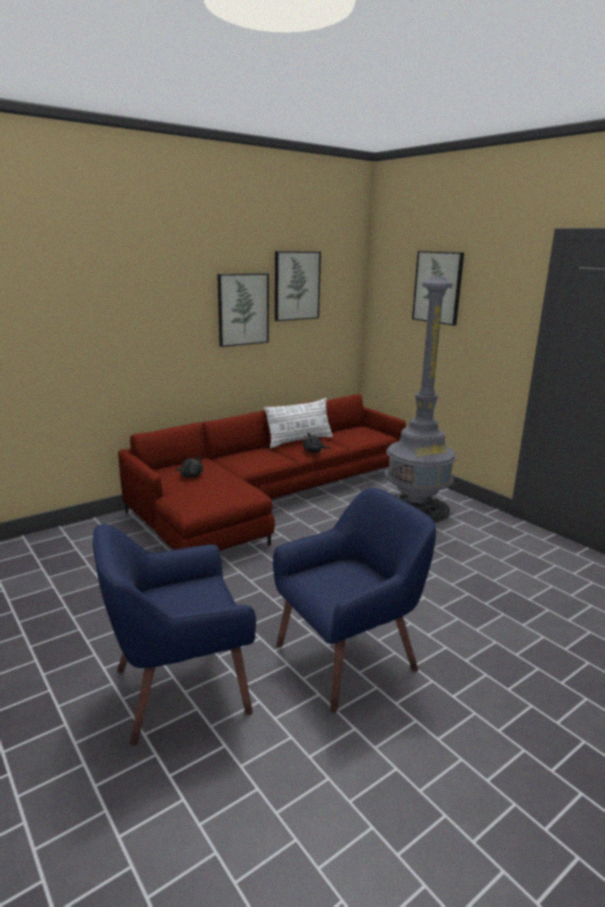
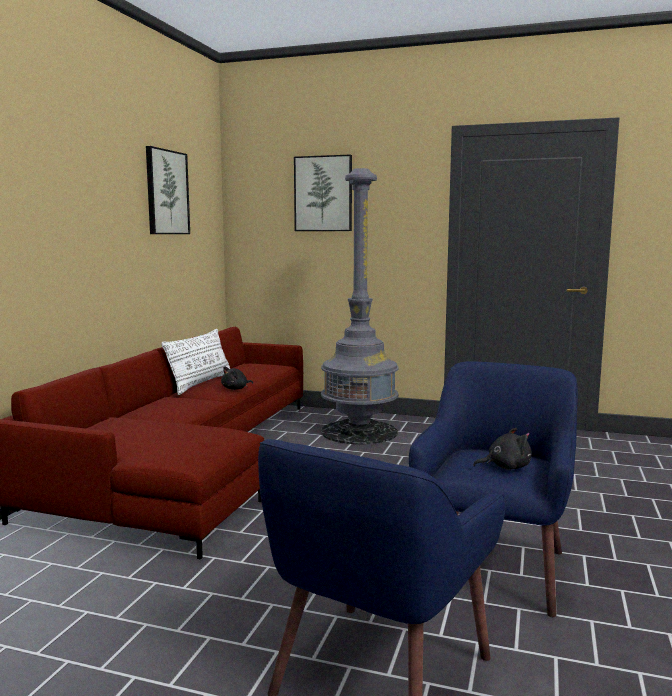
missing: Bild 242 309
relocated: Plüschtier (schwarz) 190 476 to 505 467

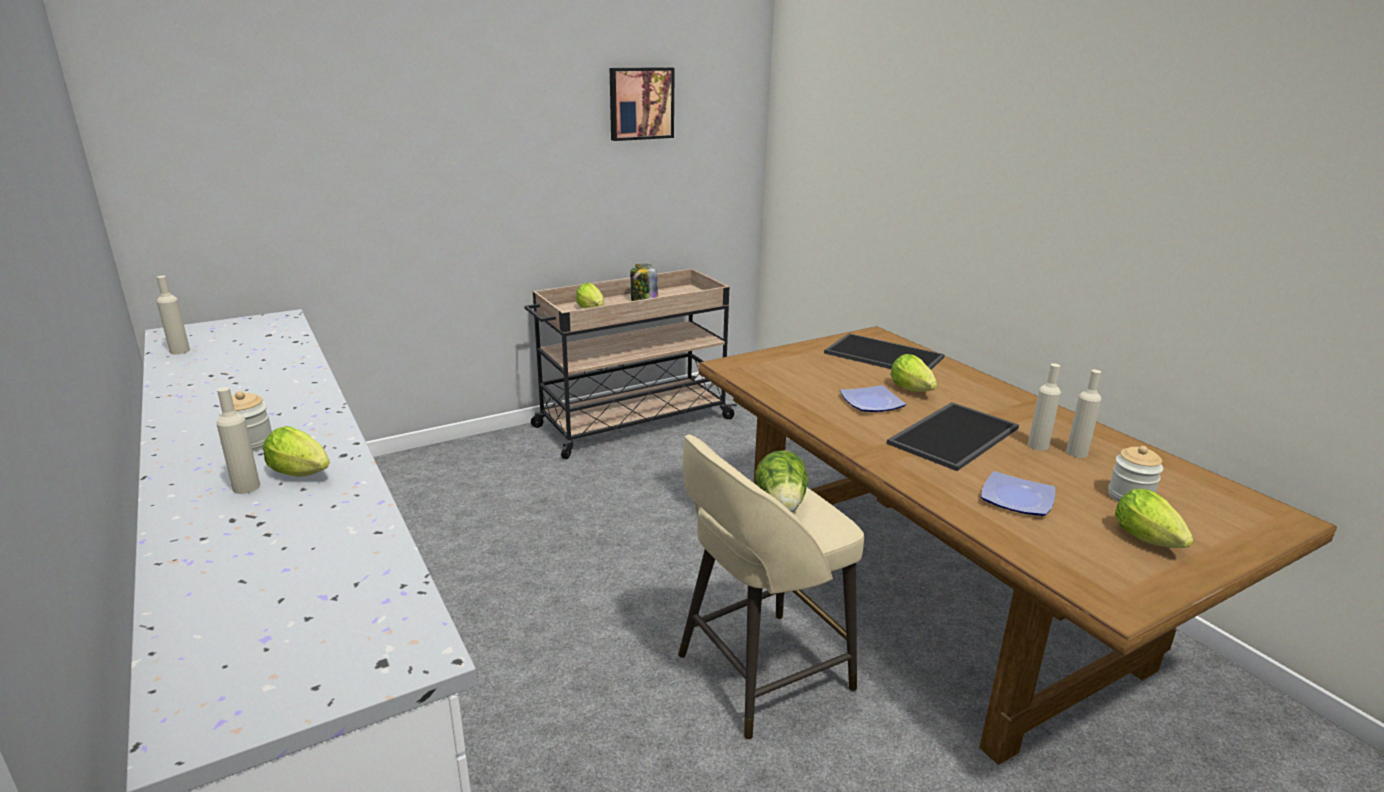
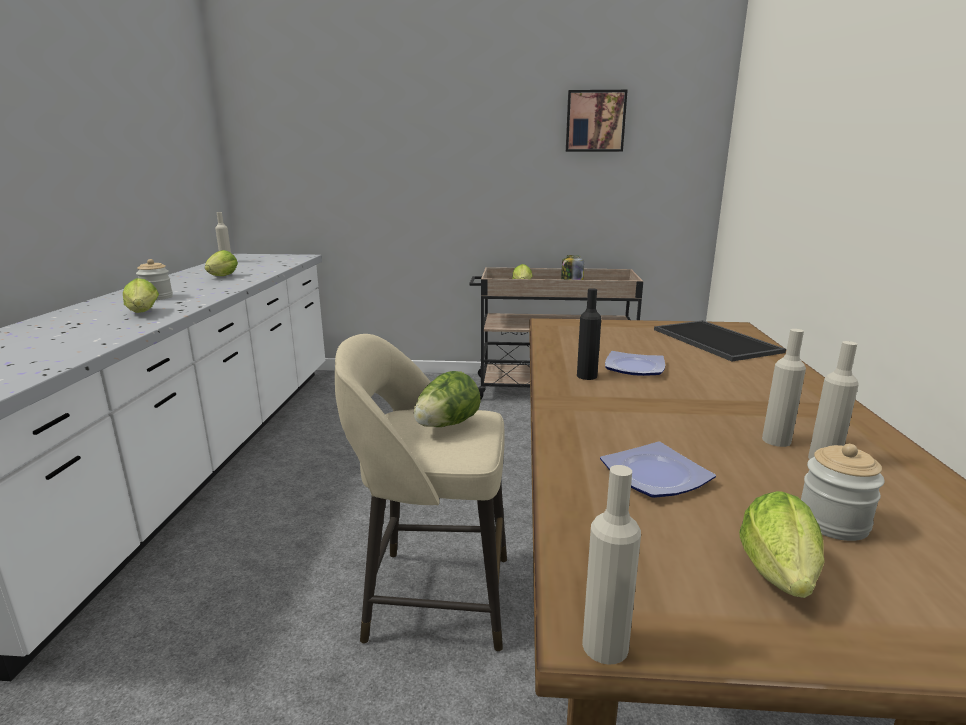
missing: Tablett 952 434
appeared: Flasche (schwarz) 587 376
relocated: Salatkopf 913 391 to 221 277; Flasche (beige) 246 487 to 605 645

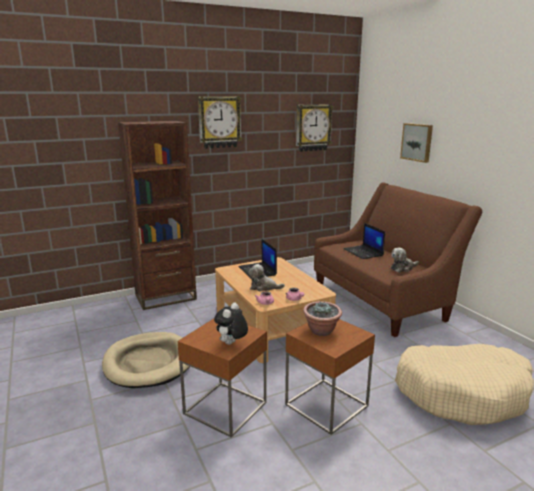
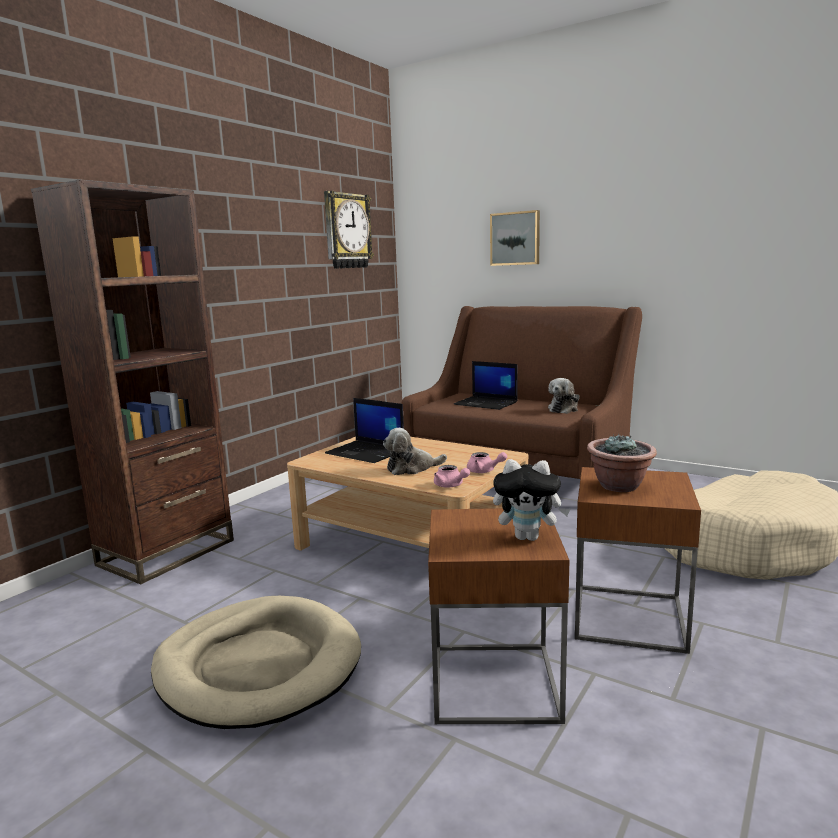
missing: Wanduhr 219 122
spun: Plüschtier 231 344 = 528 537 75 degrees counterclockwise

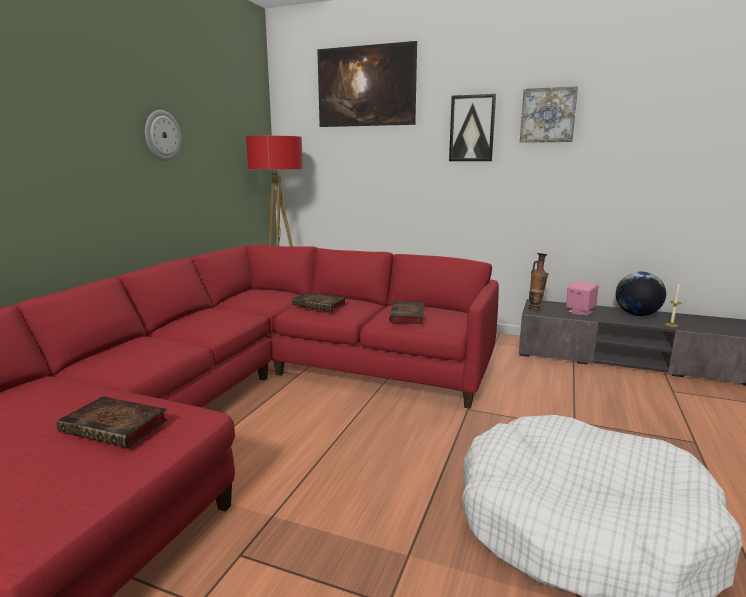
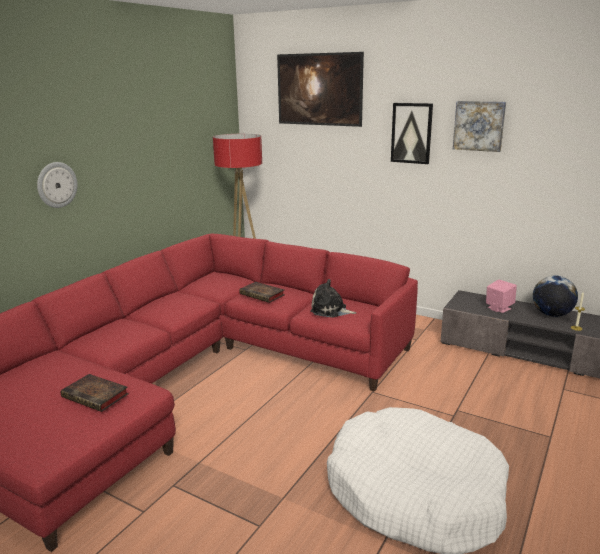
missing: Vase 535 309
relocated: Wanduhr 162 135 to 56 185
exchanged: Buch 408 316 to Plüschtier 330 310

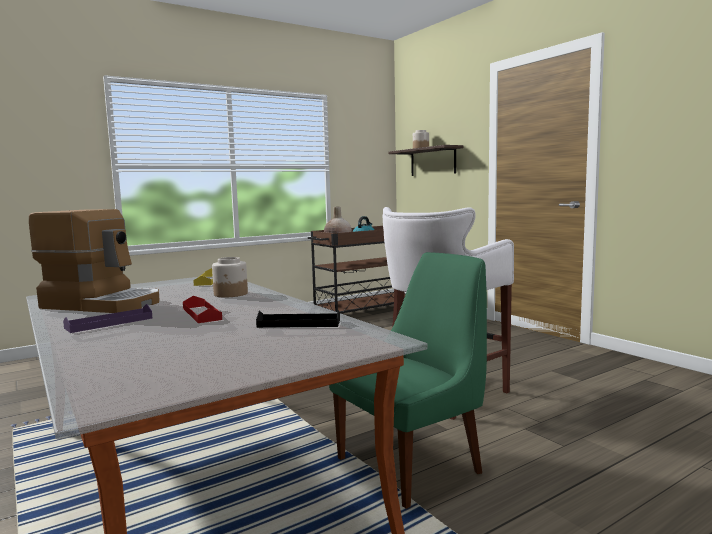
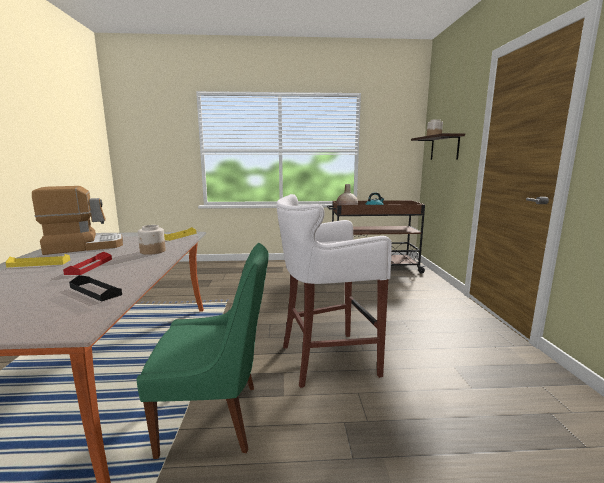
colour: Tablett (lila) 109 323 to Tablett (gelb) 39 263
spun: Kaffeemaschine 103 304 = 84 246 75 degrees counterclockwise

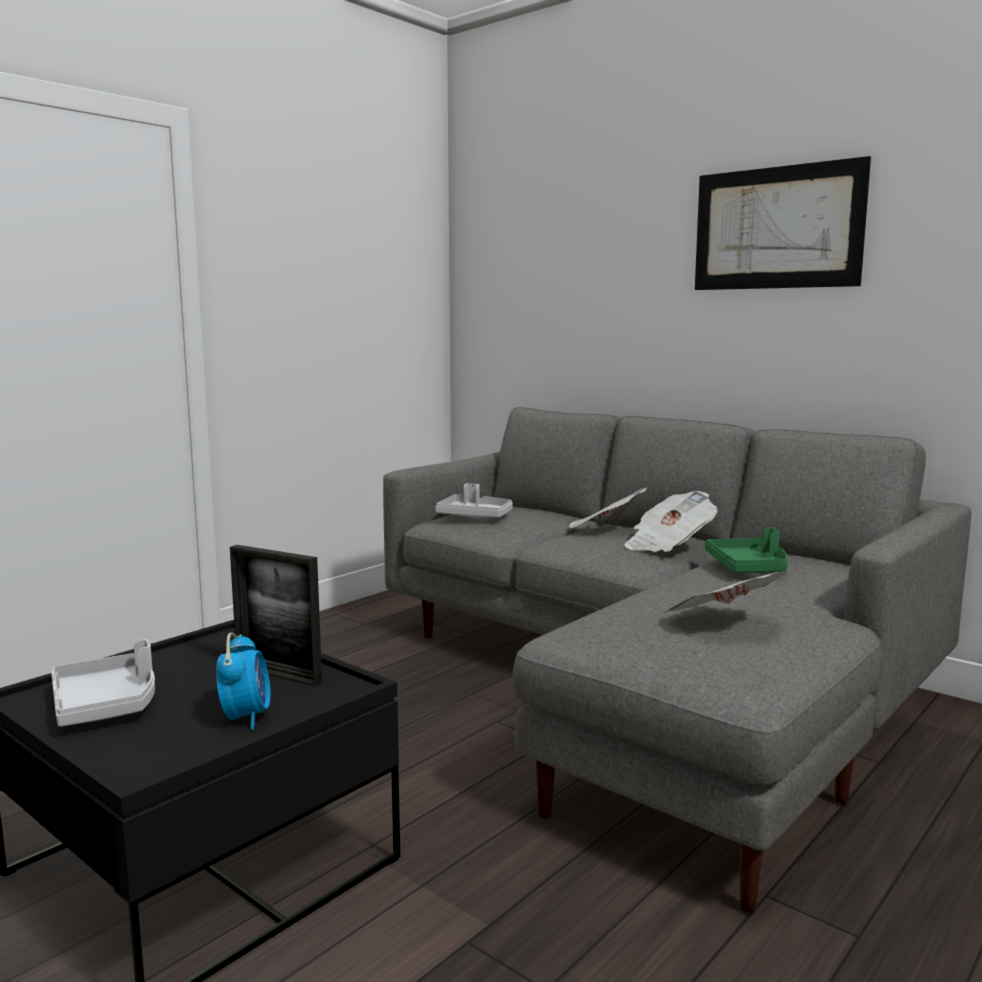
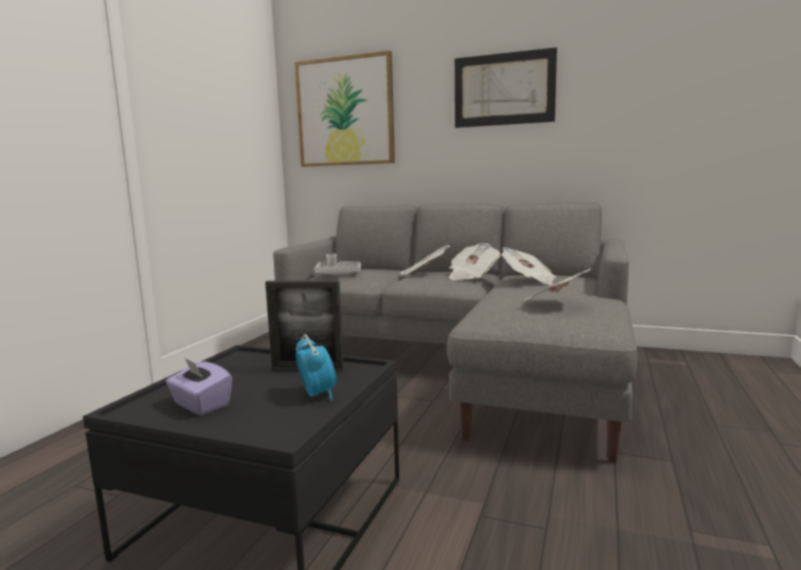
appeared: Bild 345 112
exchanged: Tablett (grau) 107 704 to Taschentuchbox (lila) 200 405; Tablett (grün) 749 567 to Zeitung 529 281

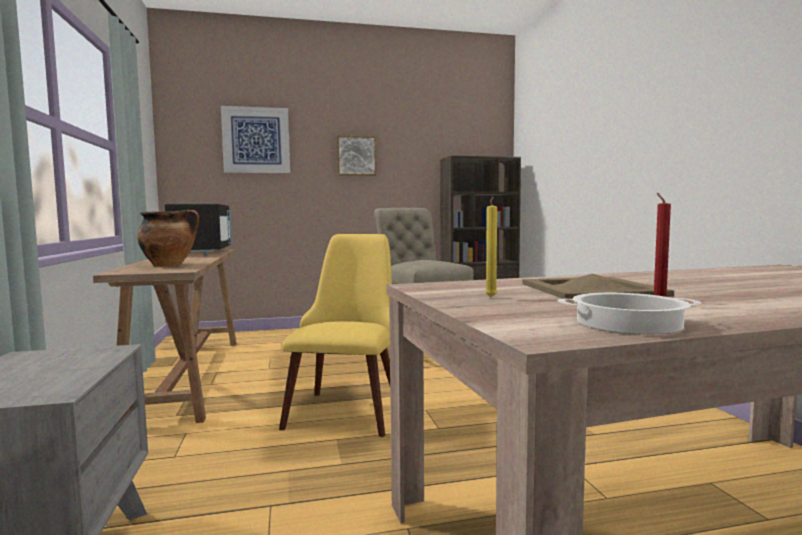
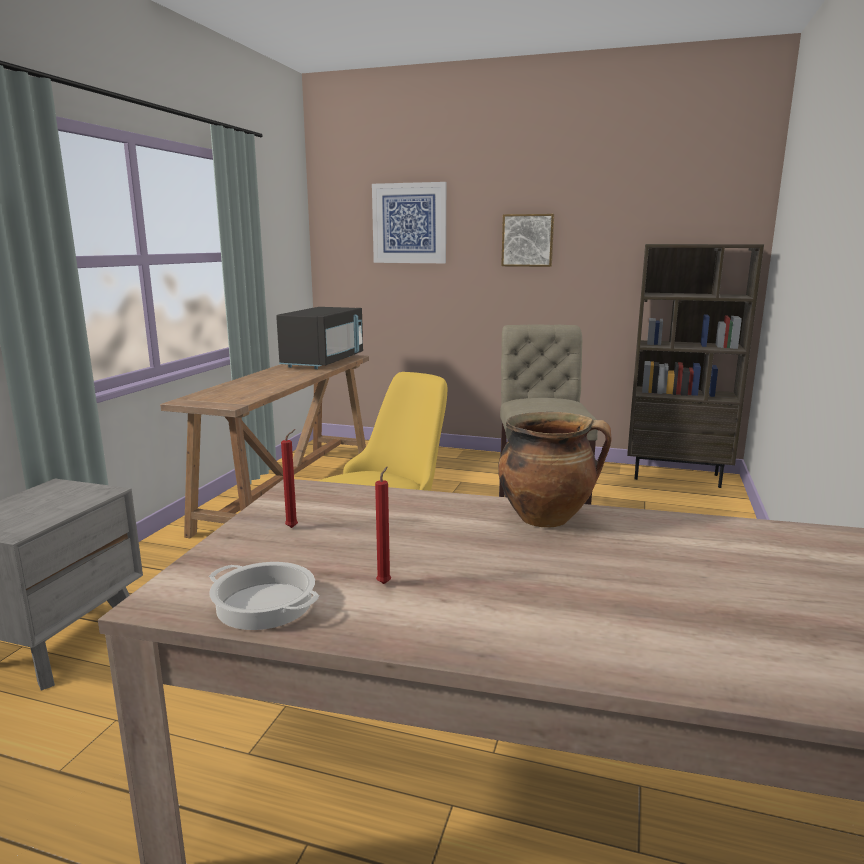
missing: Tablett (beige) 591 289
relocated: Kochtopf 169 265 to 548 518
colour: Kerze (gelb) 491 297 to Kerze (rot) 293 527

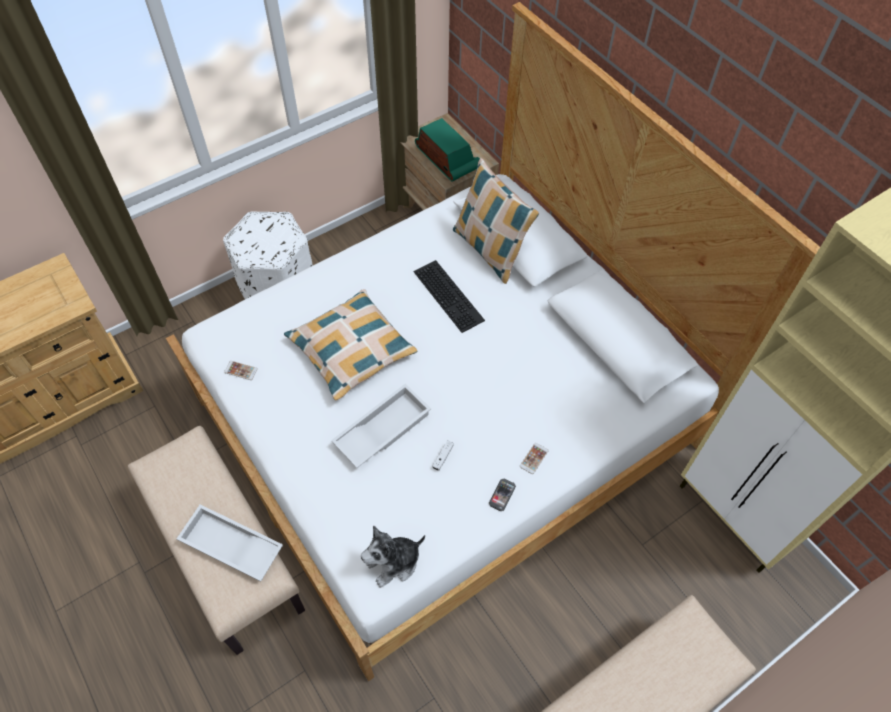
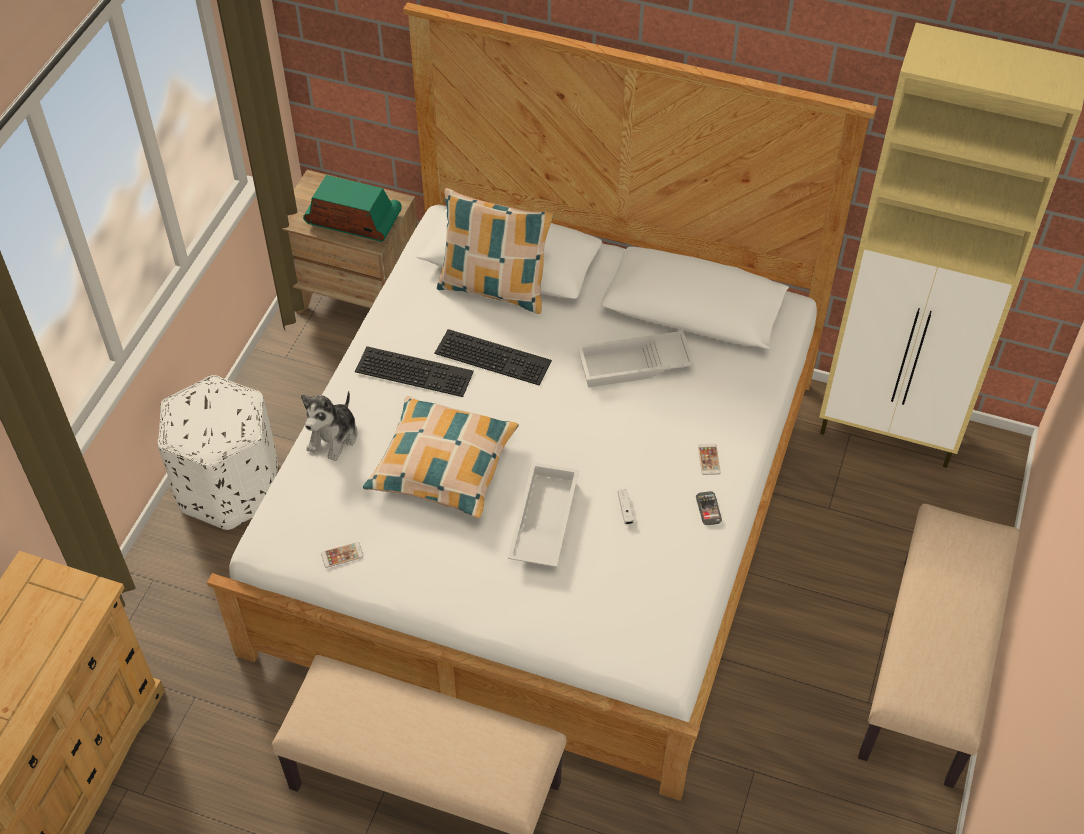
appeared: Tastatur 416 370
relocated: Plüschtier 394 562 to 334 437; Tablett (weiß) 230 547 to 634 366

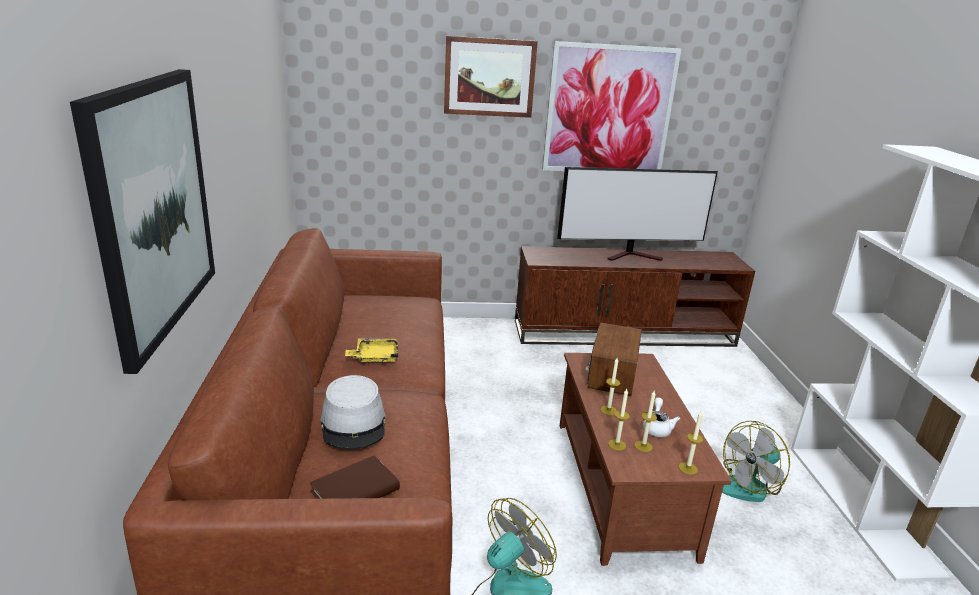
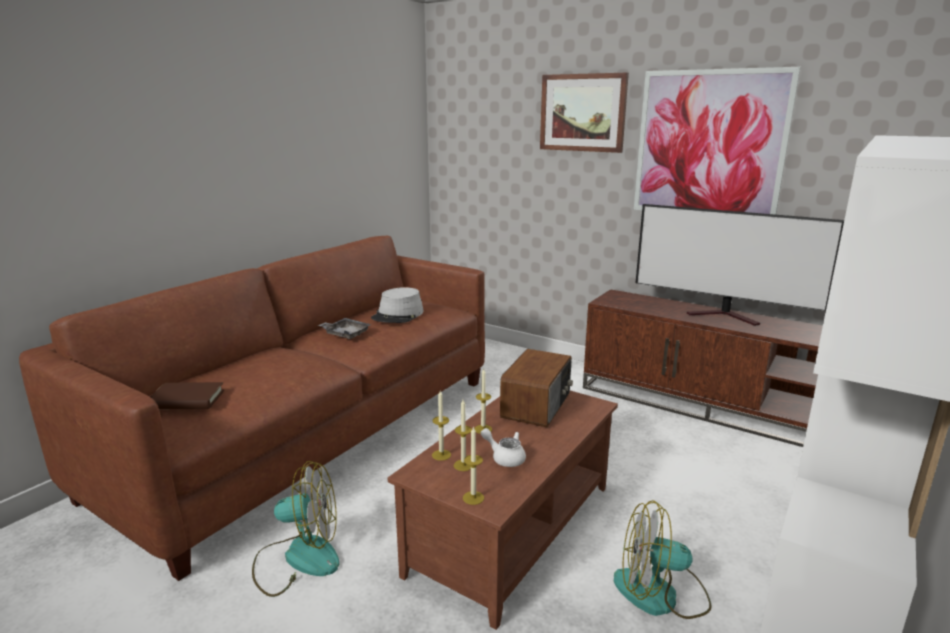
missing: Bild 153 207
relocated: Hut (grau) 354 423 to 398 315
colour: Tablett (gelb) 375 357 to Tablett (grau) 345 334
spun: Teekanne (weiß) 657 427 = 505 457 105 degrees counterclockwise; Radio 611 375 = 537 406 150 degrees clockwise

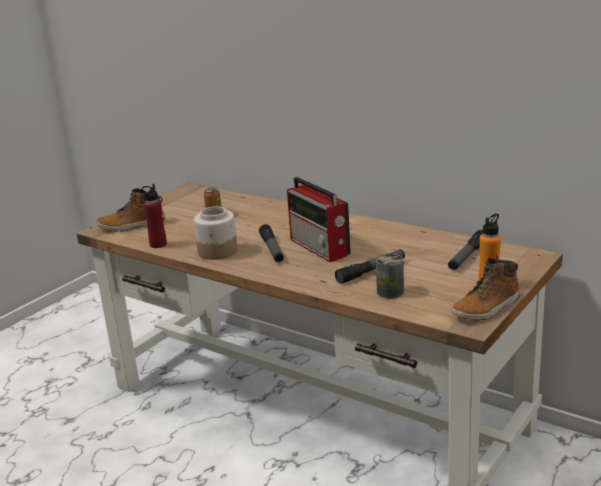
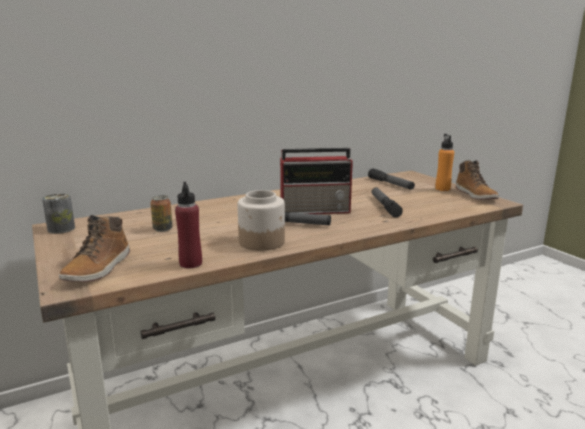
relocated: Dose 390 292 to 61 229

